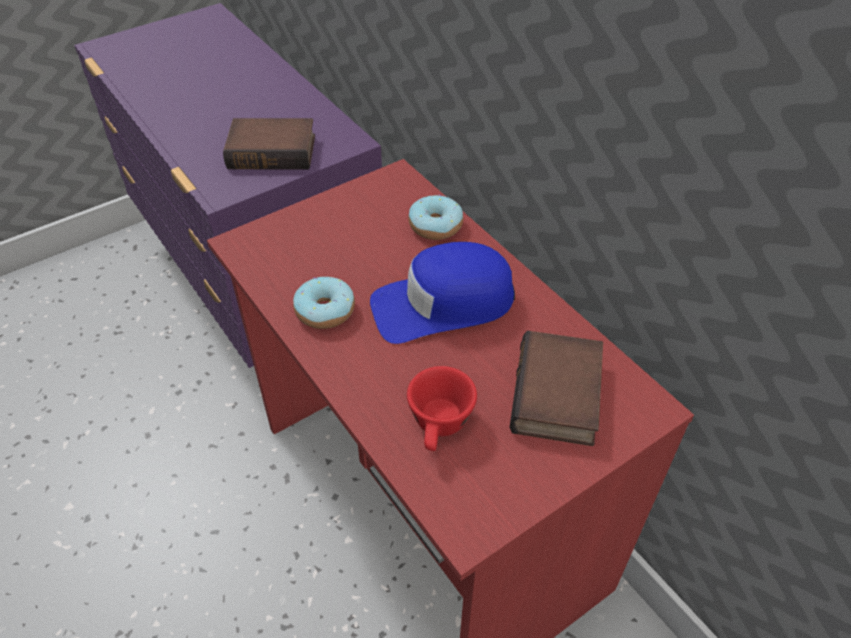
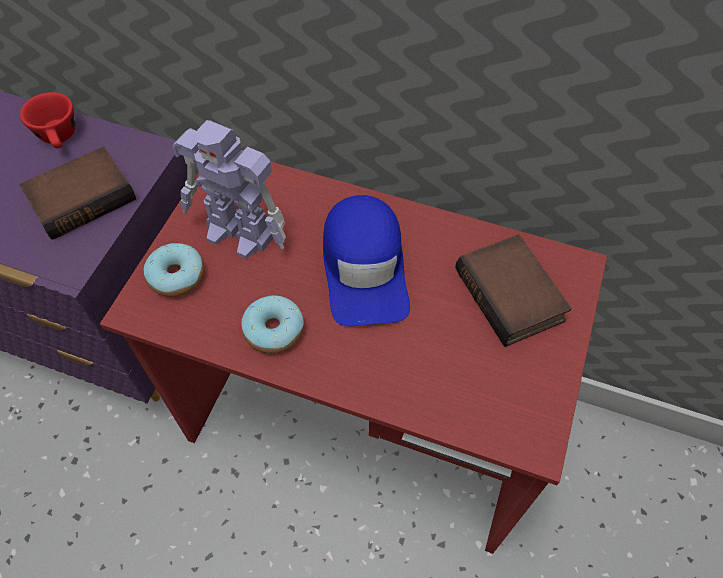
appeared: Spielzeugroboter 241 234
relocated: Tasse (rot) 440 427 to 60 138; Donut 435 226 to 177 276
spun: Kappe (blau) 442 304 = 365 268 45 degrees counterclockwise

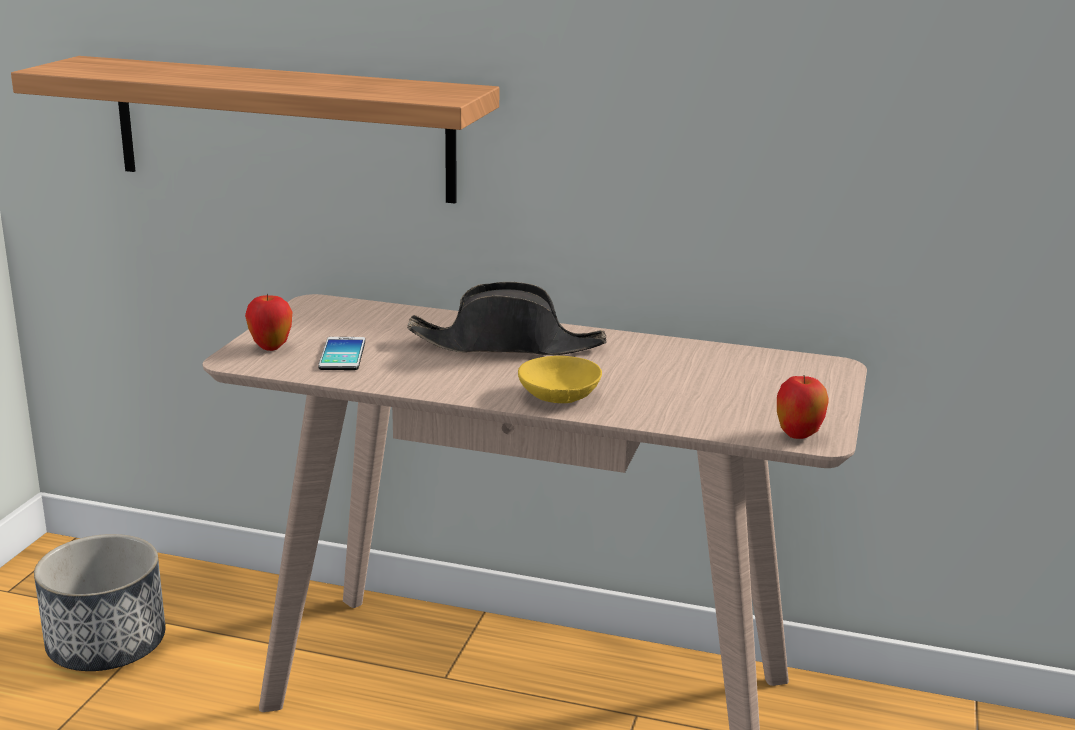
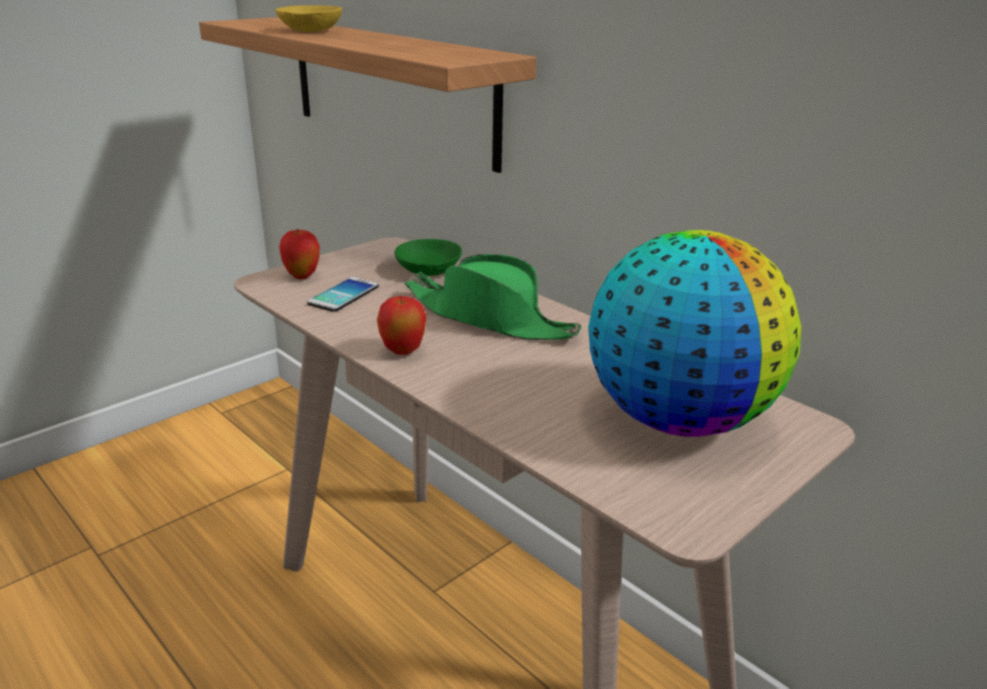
missing: Pflanzkübel 107 644
appeared: Schüssel (grün) 428 269; Globus 679 419
relocated: Schüssel (gelb) 558 395 to 312 30; Apfel 798 436 to 403 352
colour: Hut (schwarz) 507 345 to Hut (grün) 490 318

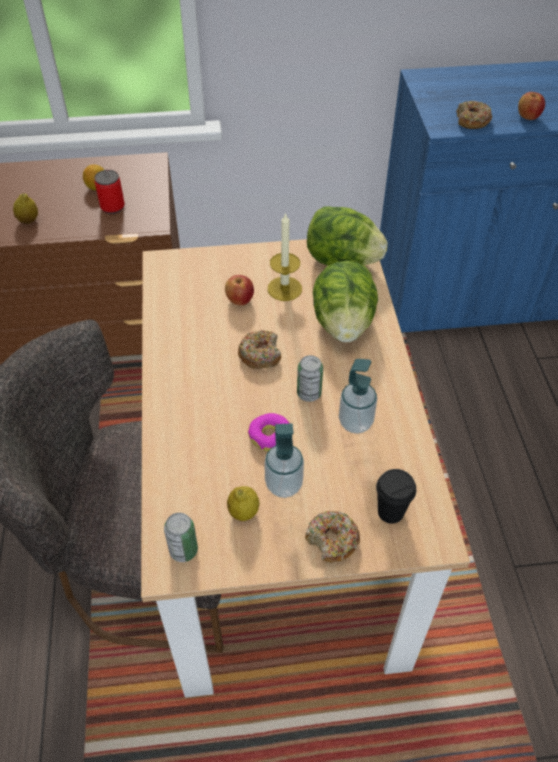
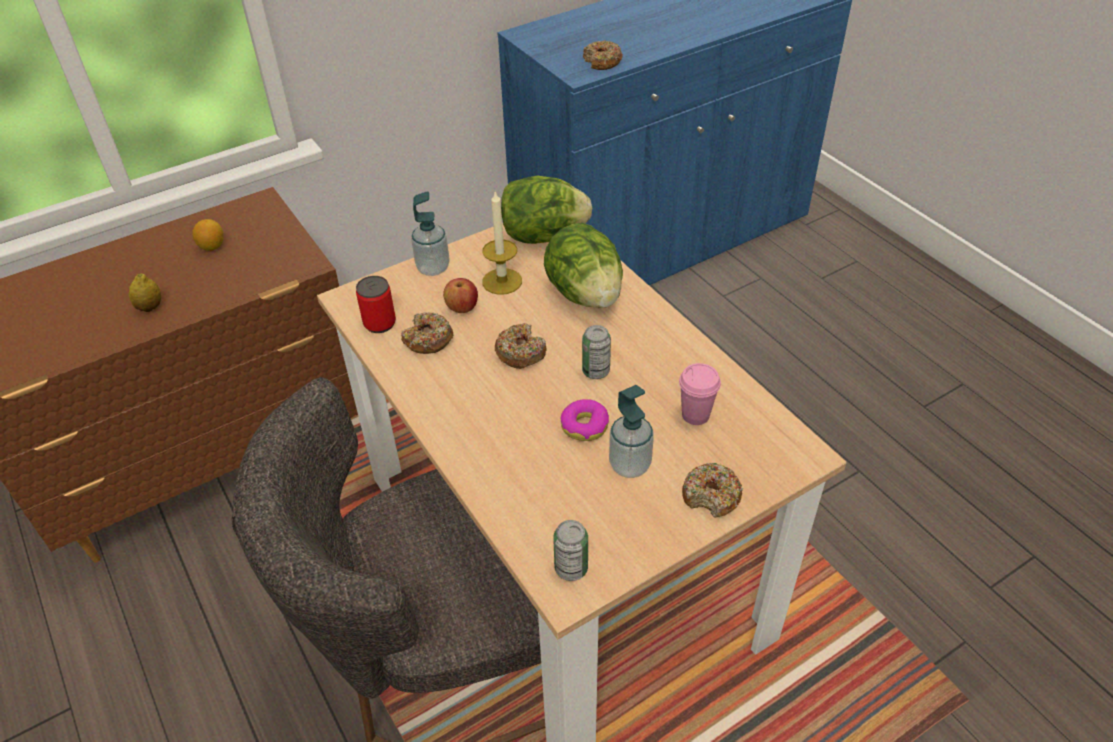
missing: Zitrone 243 512; Tasse (schwarz) 390 512; Apfel 528 117
appeared: Donut 428 340; Tasse (rosa) 695 415
relocated: Dose 112 207 to 379 323; Seifenspender 355 422 to 433 268

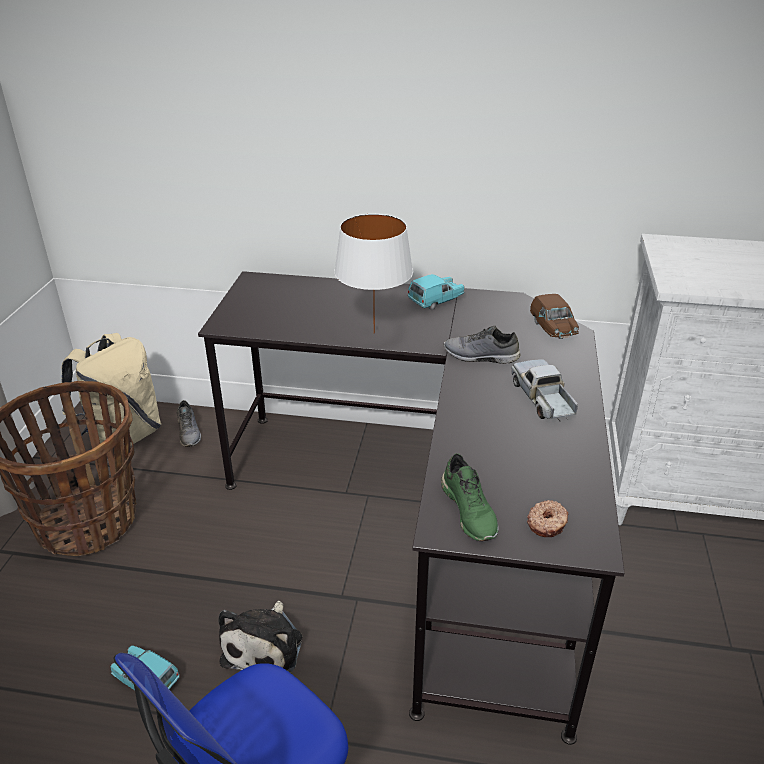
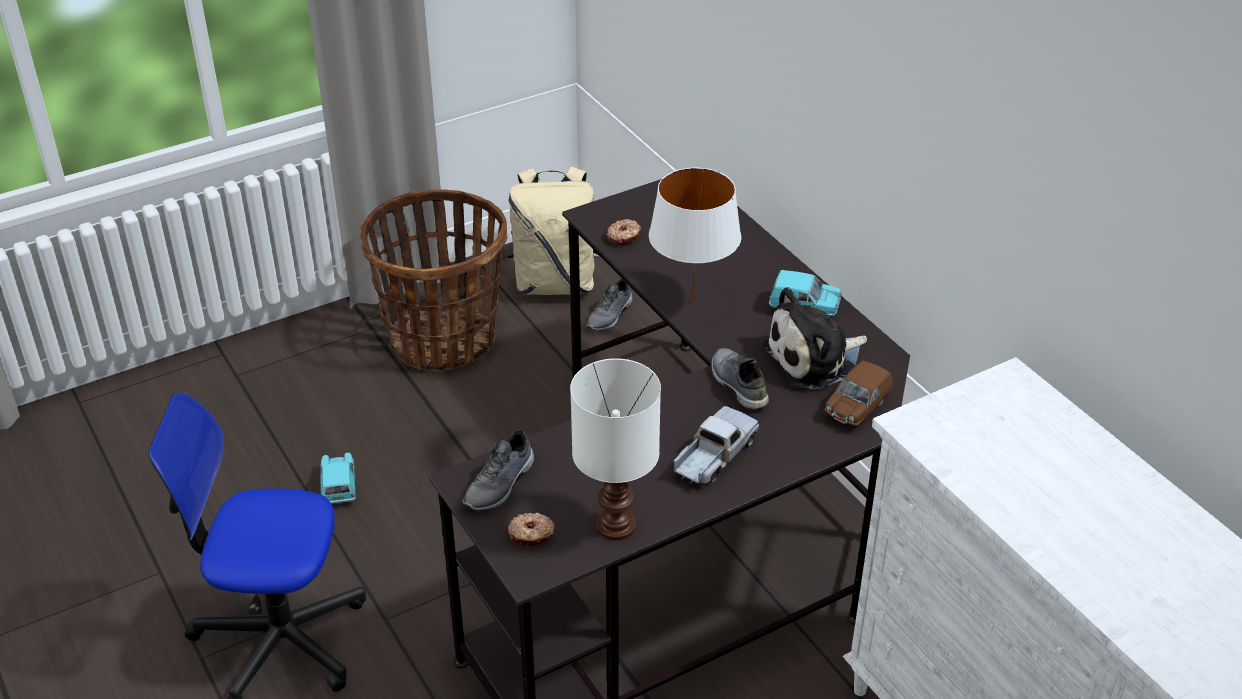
appeared: Tischlampe (weiß) 614 526; Donut 624 237
relocated: Plüschtier 265 646 to 815 359
colour: Schuh (grün) 470 511 to Schuh (grau) 501 485

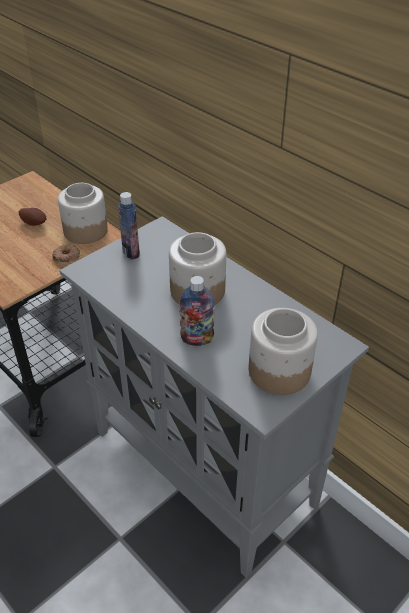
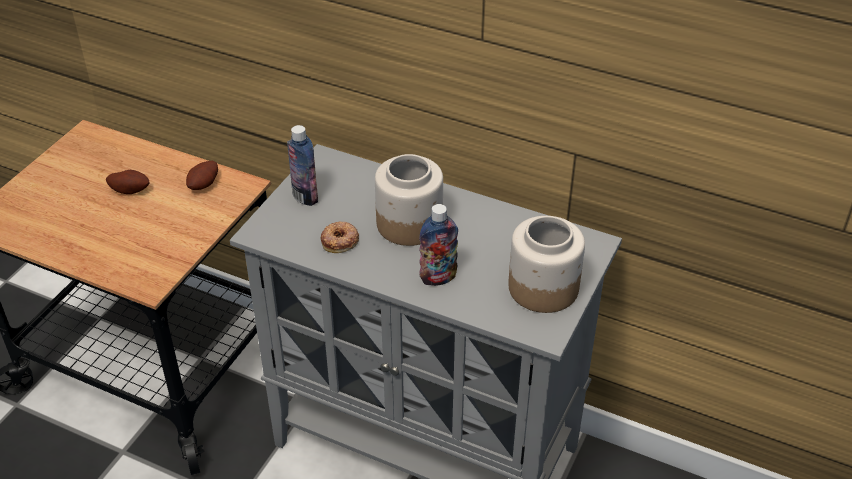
relocated: Donut 67 257 to 340 240
exchanged: Vorratsglas 85 231 to Kartoffel 205 185

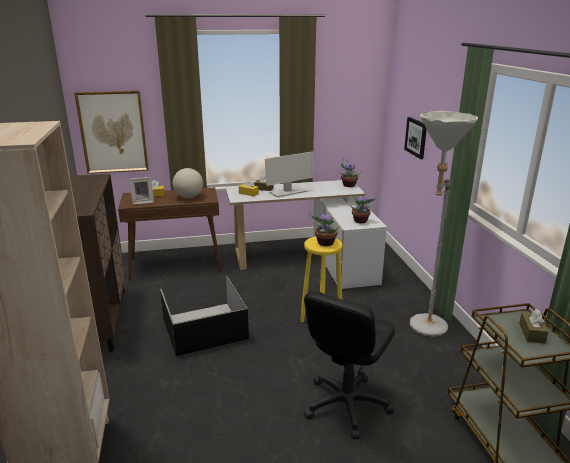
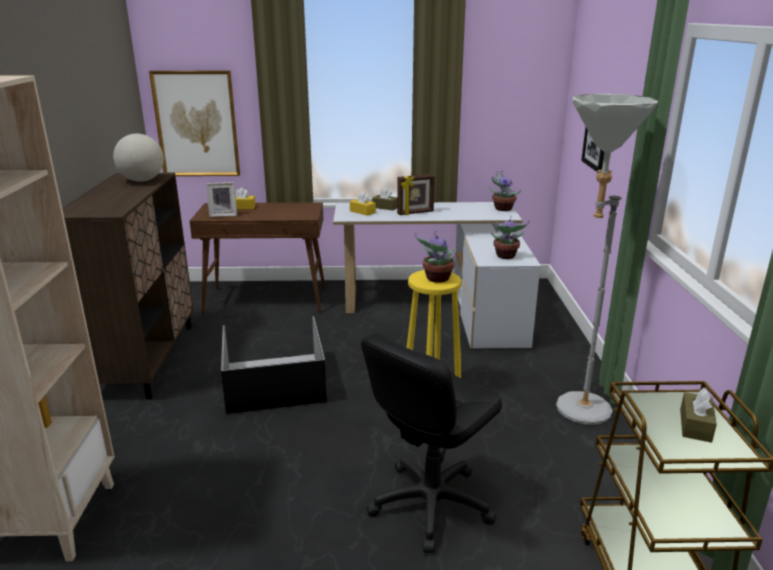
relocated: Globus 189 197 to 142 180
exchanged: Monitor 288 192 to Bilderrahmen 415 213

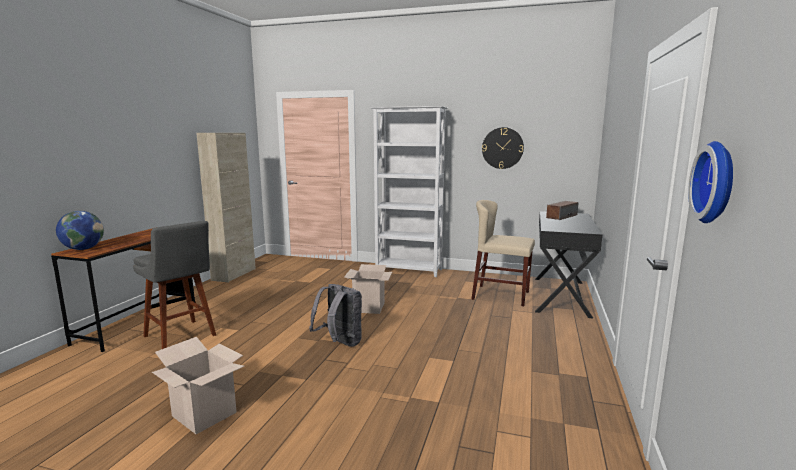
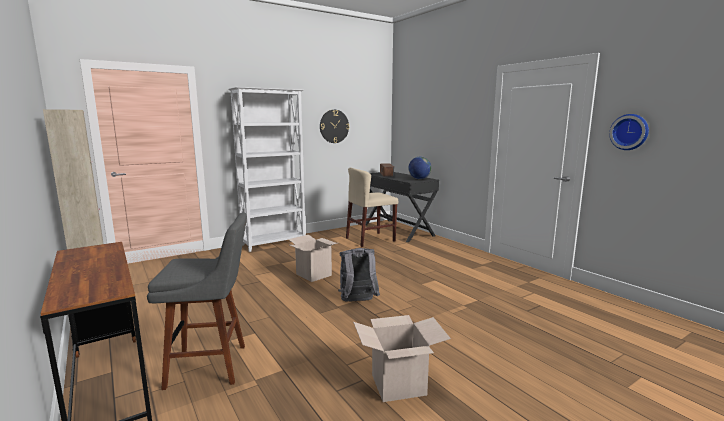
relocated: Globus 83 249 to 419 179

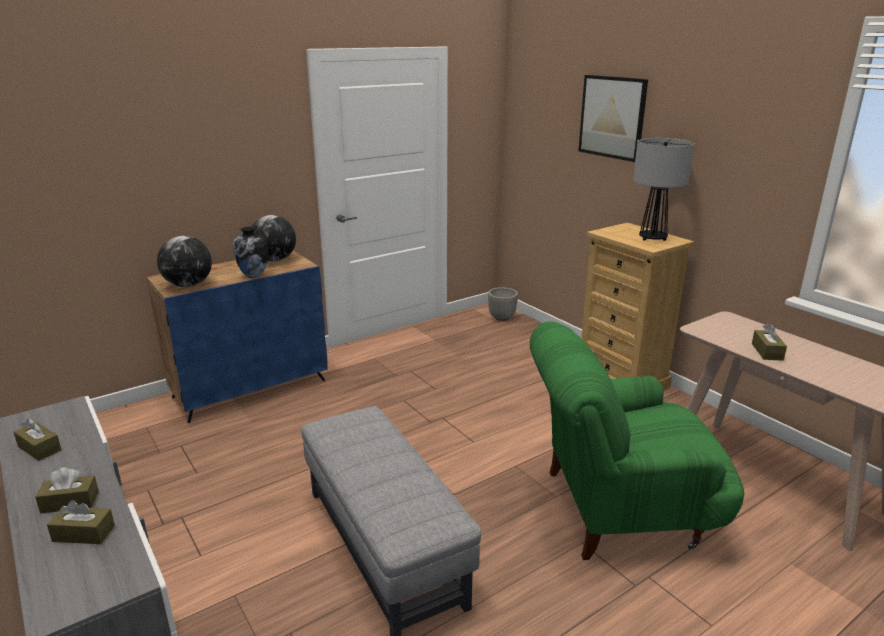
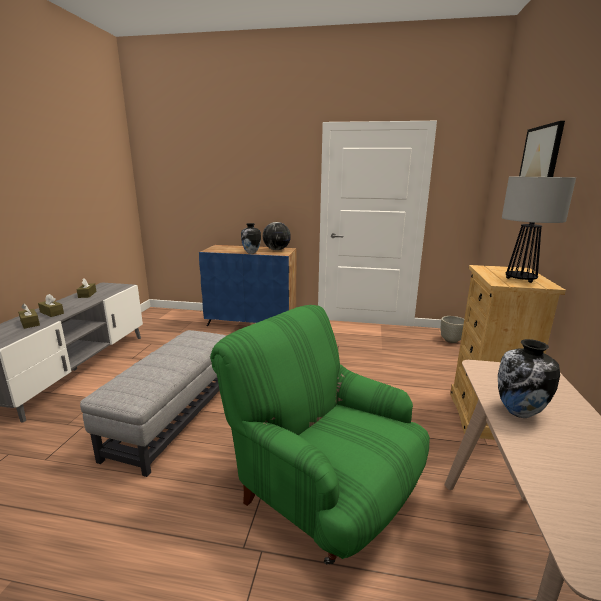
missing: Globus 188 285
exchanged: Taschentuchbox (braun) 767 352 to Vase 519 412

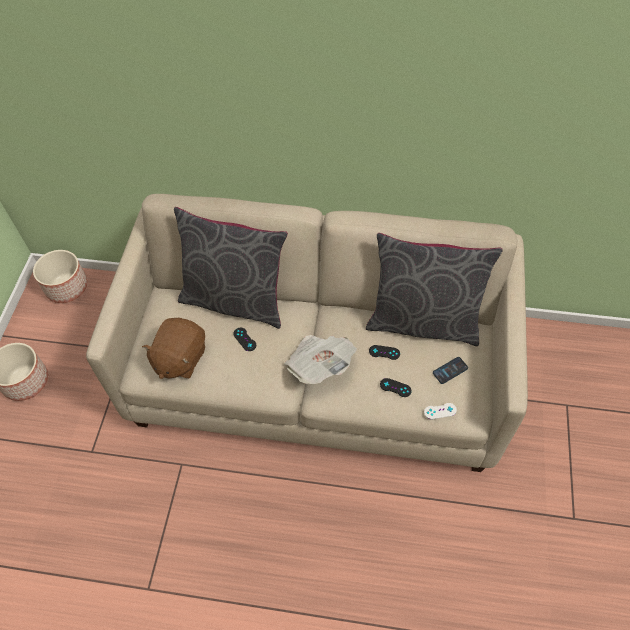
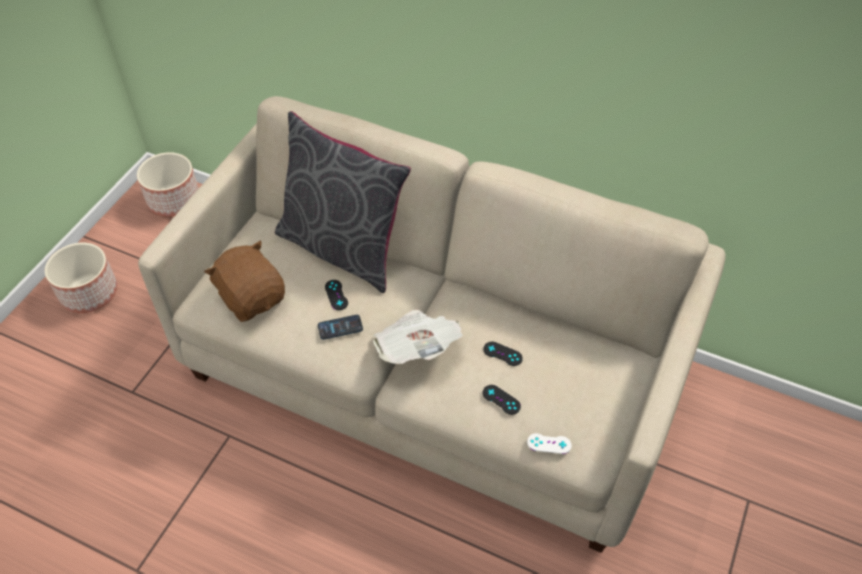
missing: Kissen (grau) 423 321
relocated: Handy 450 370 to 340 327
spun: Plüschtier (braun) 180 358 = 252 297 105 degrees clockwise

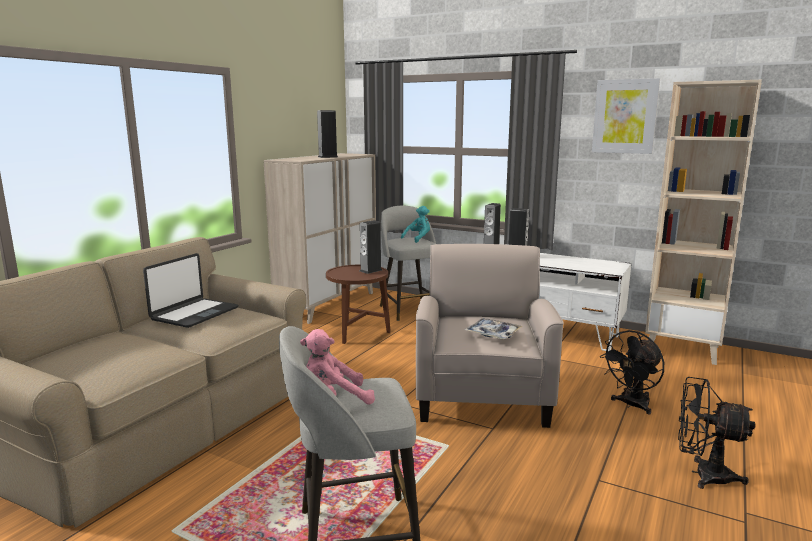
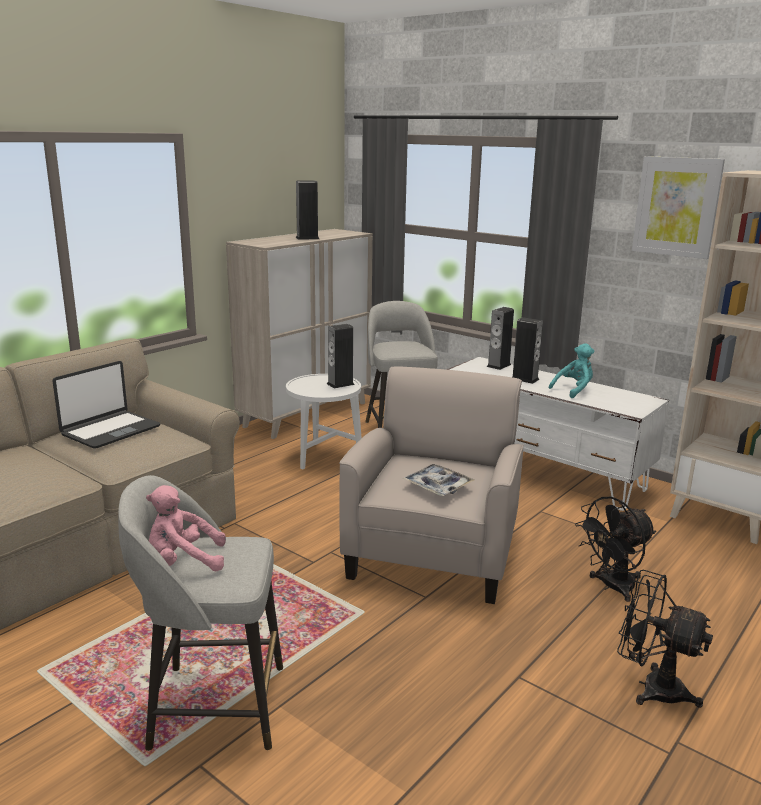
relocated: Plüschtier (türkis) 418 239 to 574 390
colour: Beistelltisch (braun) 358 334 to Beistelltisch (weiß) 324 457

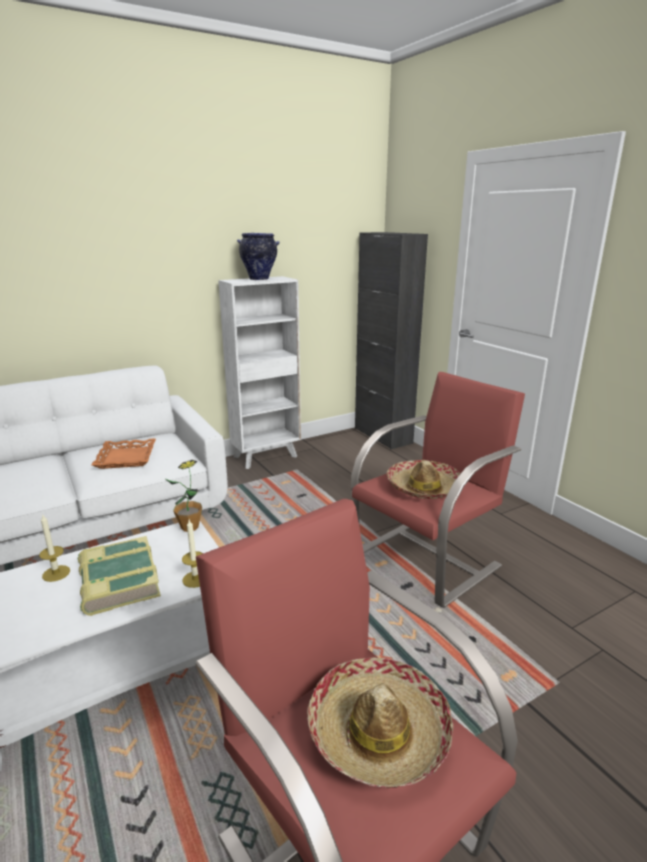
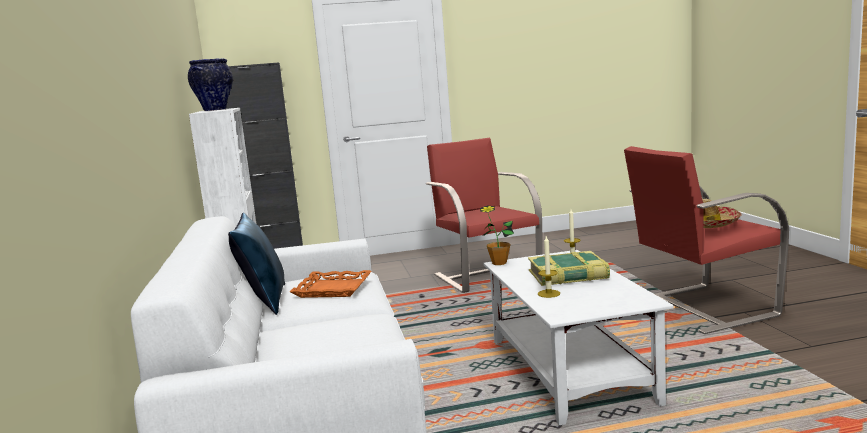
missing: Hut 423 487
appeared: Kissen (blau) 264 301

